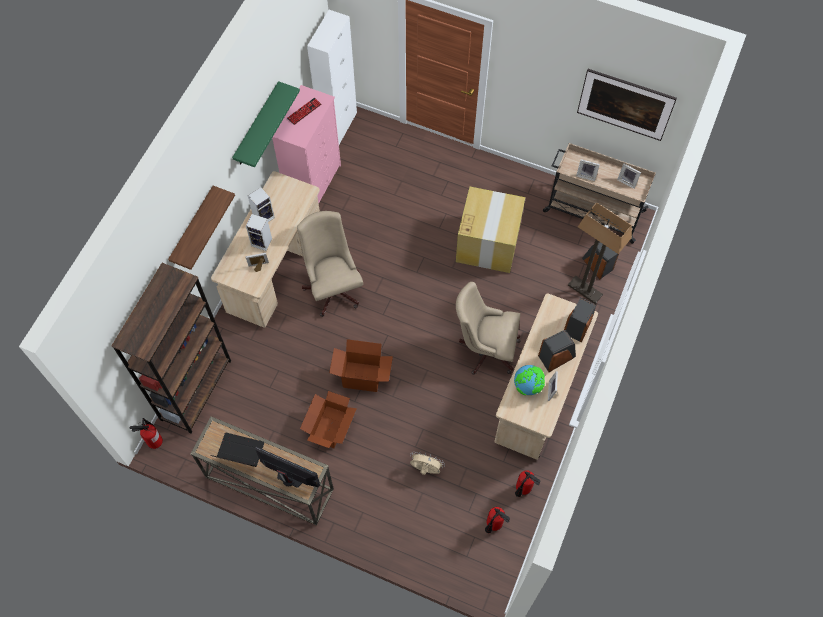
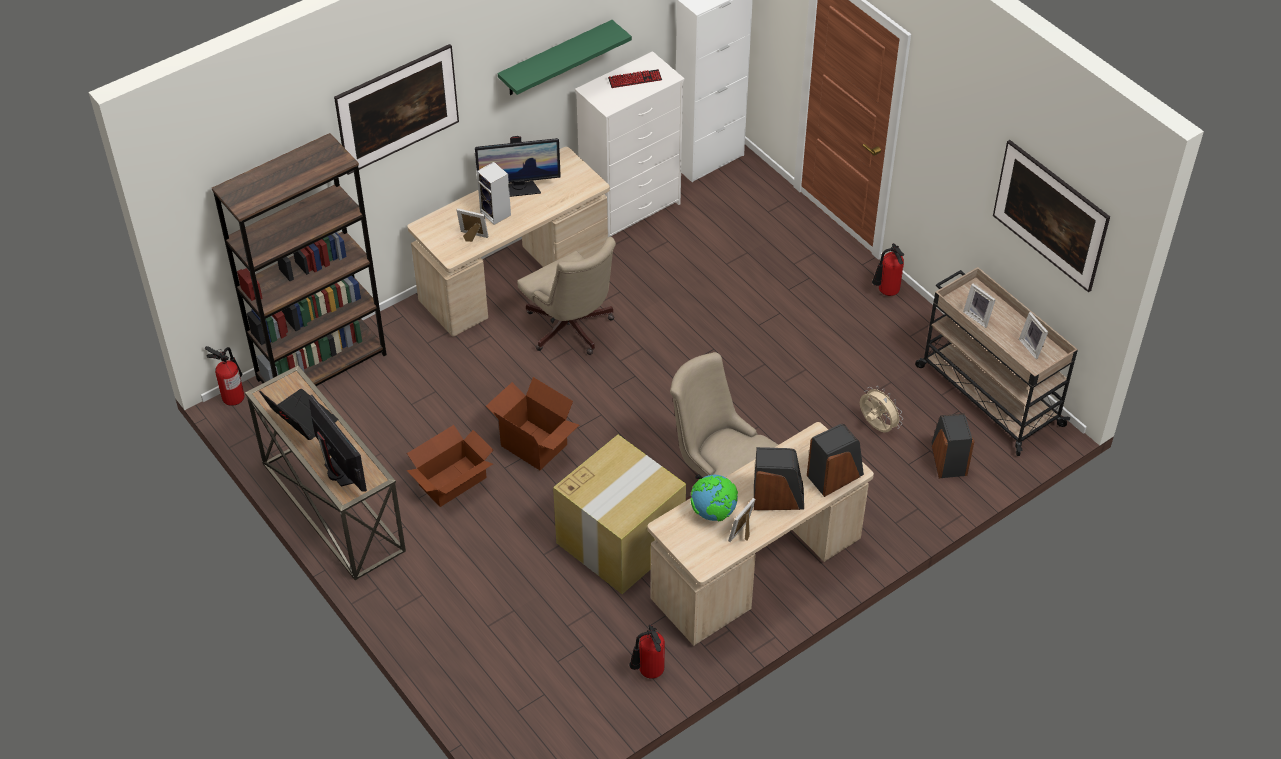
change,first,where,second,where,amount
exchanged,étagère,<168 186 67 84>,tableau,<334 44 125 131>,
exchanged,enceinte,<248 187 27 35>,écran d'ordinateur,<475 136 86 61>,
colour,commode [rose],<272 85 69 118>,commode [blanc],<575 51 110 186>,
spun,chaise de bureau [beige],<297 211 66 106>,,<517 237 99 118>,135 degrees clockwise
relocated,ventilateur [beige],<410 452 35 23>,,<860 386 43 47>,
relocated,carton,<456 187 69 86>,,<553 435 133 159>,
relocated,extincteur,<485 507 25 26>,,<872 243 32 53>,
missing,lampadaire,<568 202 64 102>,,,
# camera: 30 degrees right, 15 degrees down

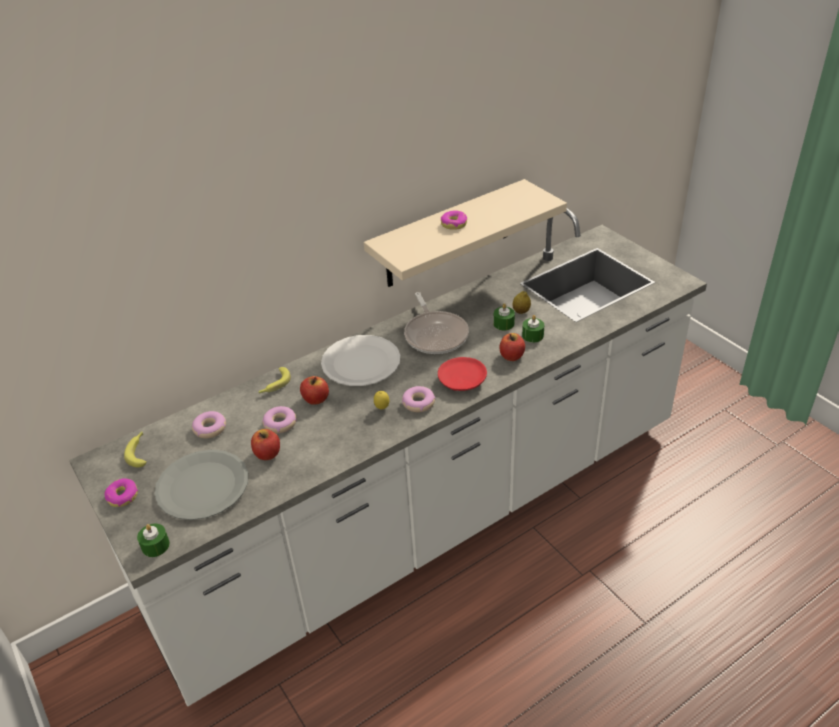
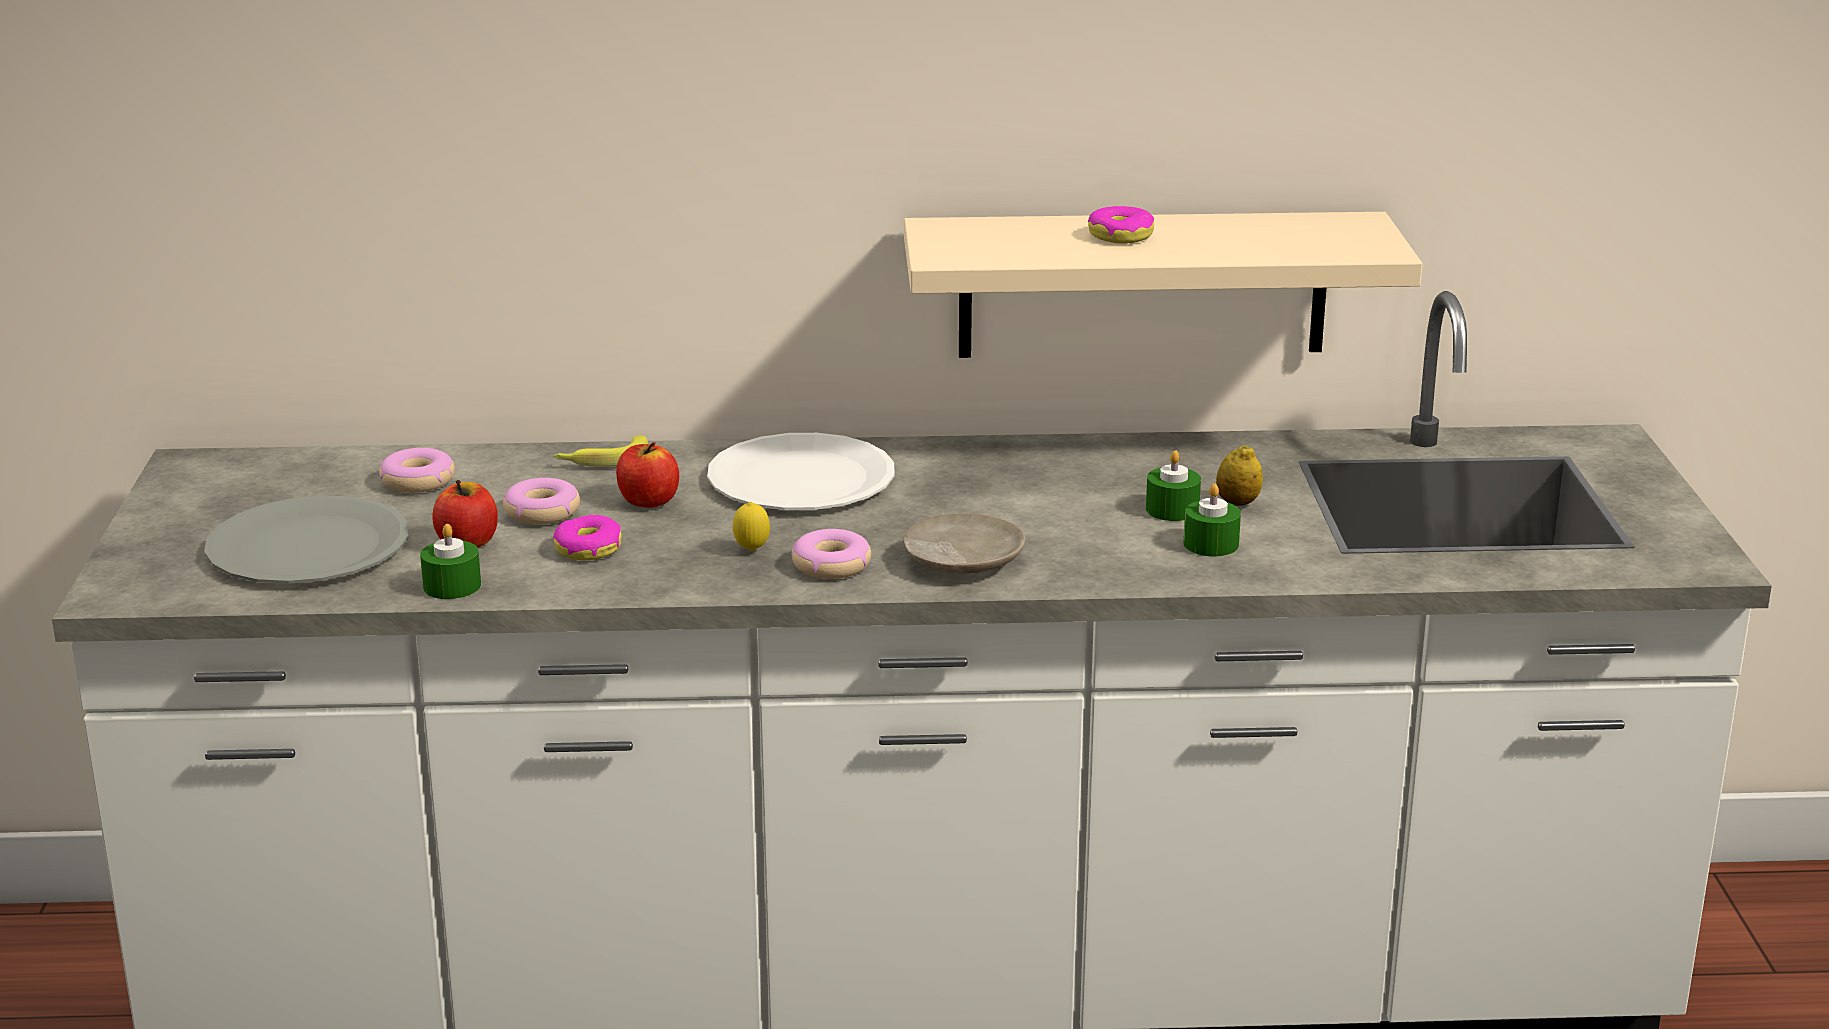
change,first,where,second,where,amount
relocated,beignet,<104 478 34 29>,,<553 515 69 45>,
missing,banane,<124 431 23 36>,,,
relocated,bougie [vert],<137 524 33 33>,,<420 524 61 75>,
missing,poêle,<404 292 65 62>,,,
colour,assiette [rouge],<438 357 49 34>,assiette [beige],<904 513 121 60>,
missing,pomme,<499 333 26 28>,,,
# camera: 30 degrees right, 15 degrees down

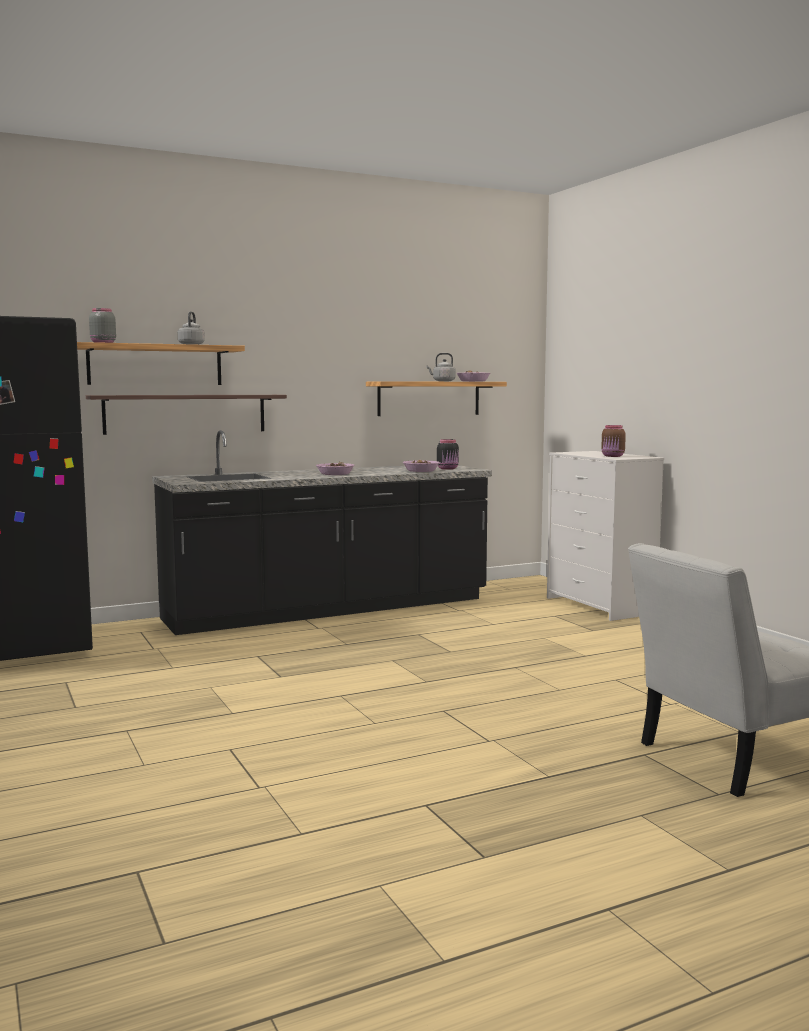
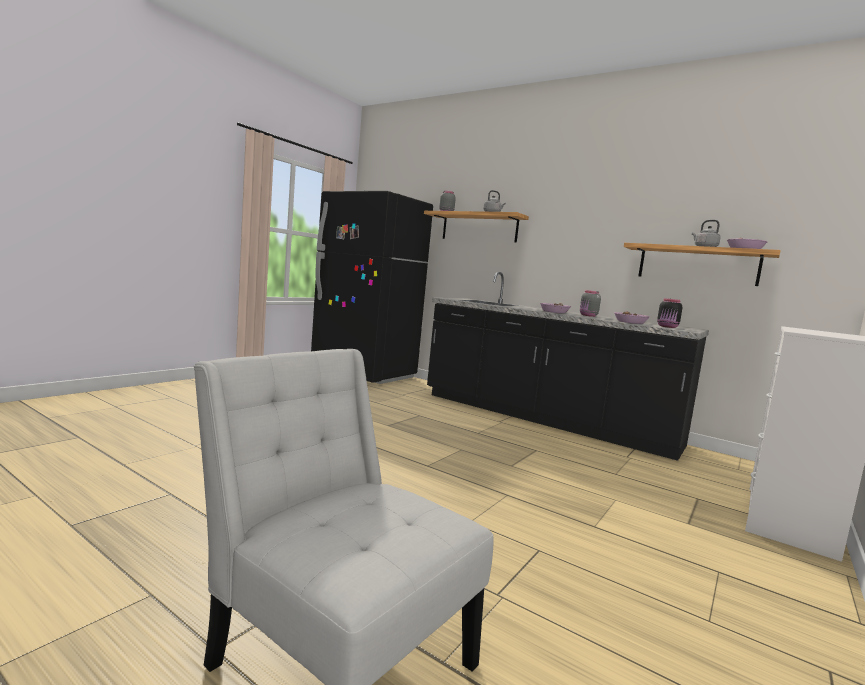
change,first,where,second,where,amount
missing,étagère,<86 395 201 40>,,,
missing,bocal [marron],<601 425 25 32>,,,
appeared,,,bocal [gris],<580 290 21 27>,
# camera: 60 degrees right, 0 degrees up

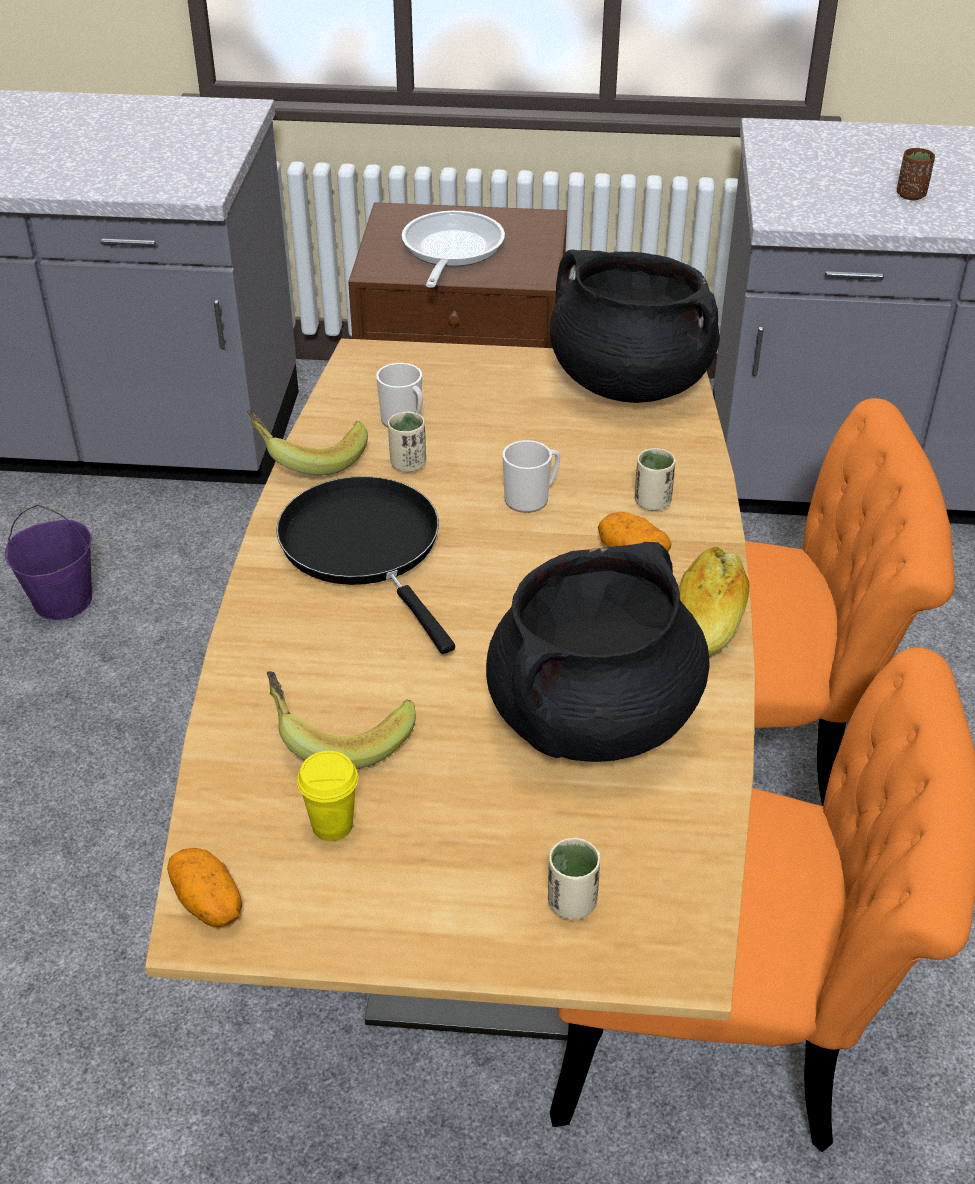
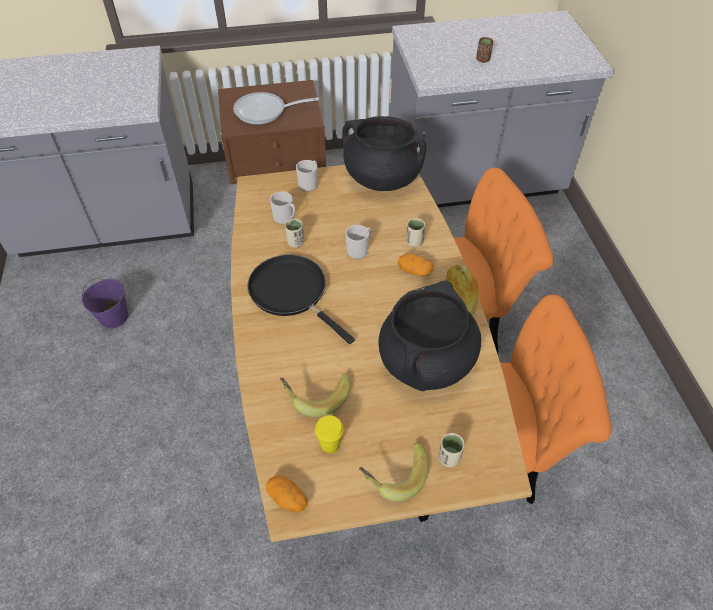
change,first,where,second,where,amount
relocated,banane,<247 410 121 65>,,<359 443 70 59>,
spun,poêle,<402 211 103 77>,,<233 92 86 33>,90 degrees counterclockwise
appeared,,,mug,<296 160 21 32>,
# camera: 15 degrees left, 10 degrees up

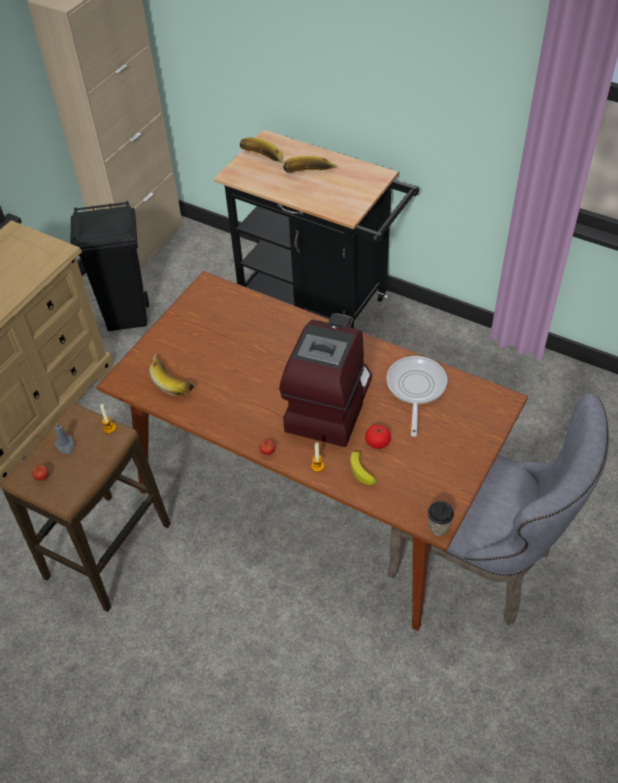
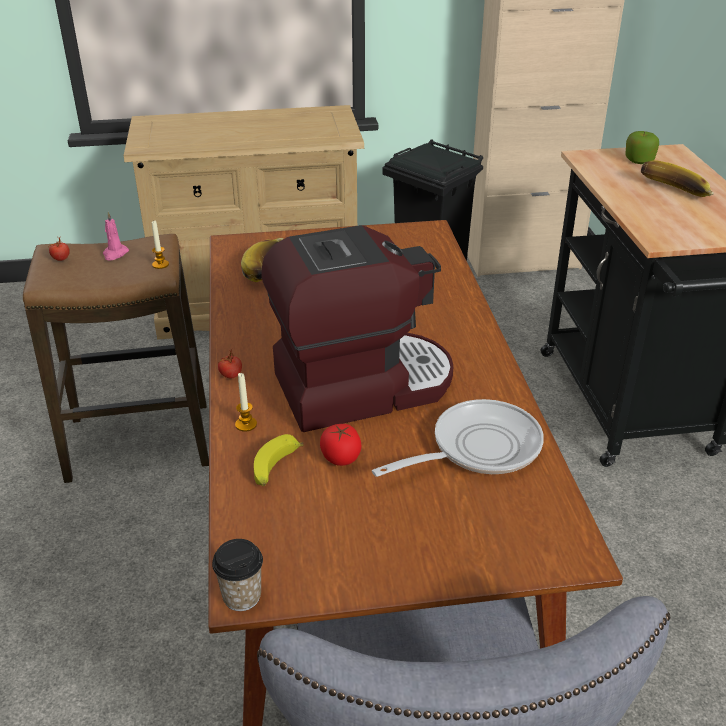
change,first,where,second,where,amount
colour,bougie [gris],<54 423 21 31>,bougie [rose],<103 212 26 48>,
exchanged,banane,<240 137 43 26>,pomme,<625 131 34 33>,
# camera: 50 degrees right, 15 degrees down

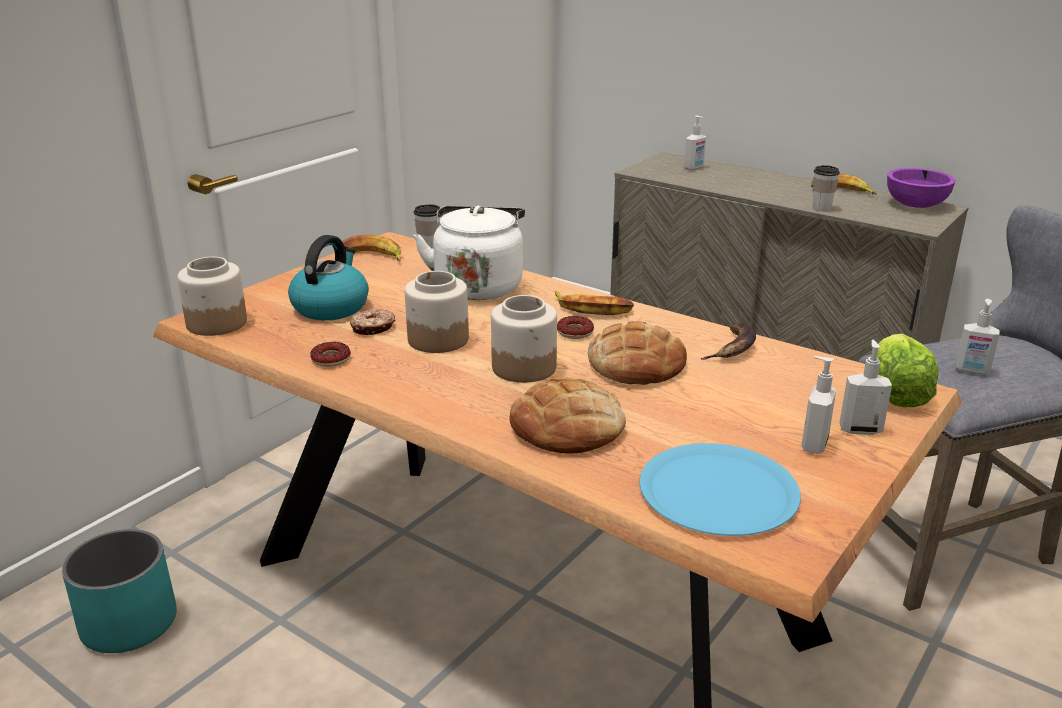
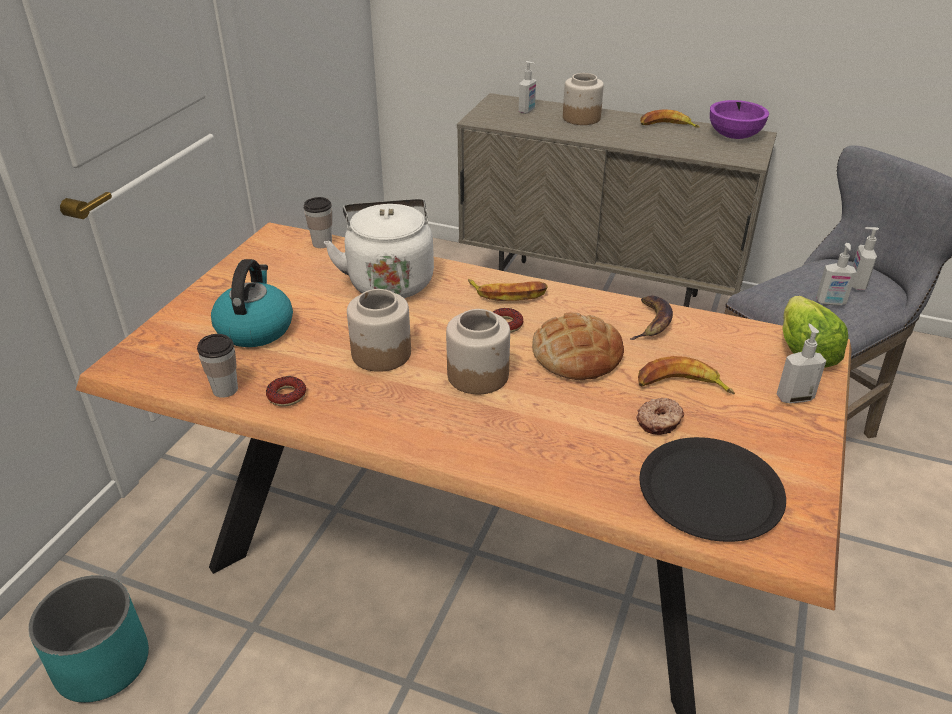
change,first,where,second,where,amount
relocated,bocal,<177 257 70 79>,,<563 73 41 52>,
relocated,banane,<342 235 59 26>,,<638 356 97 39>,
relocated,beignet,<350 309 46 26>,,<636 398 48 37>,
missing,pain,<510 377 116 76>,,,
colour,assiette [bleu],<639 443 162 93>,assiette [noir],<640 437 146 105>,
relocated,distributeur de savon,<802 356 34 98>,,<852 227 27 63>,
relocated,tasse,<813 165 27 47>,,<197 334 41 64>,
# camera: 15 degrees left, 10 degrees up

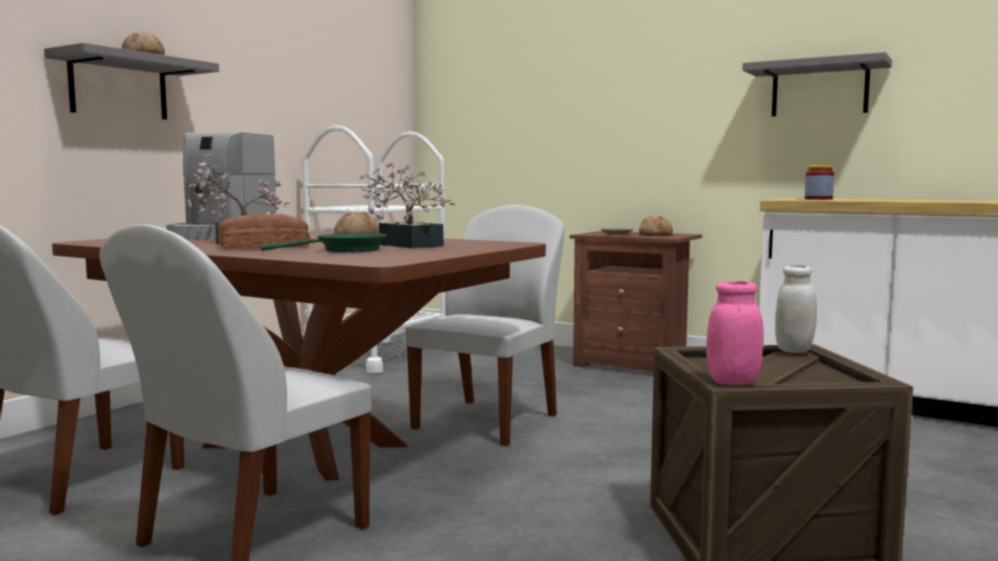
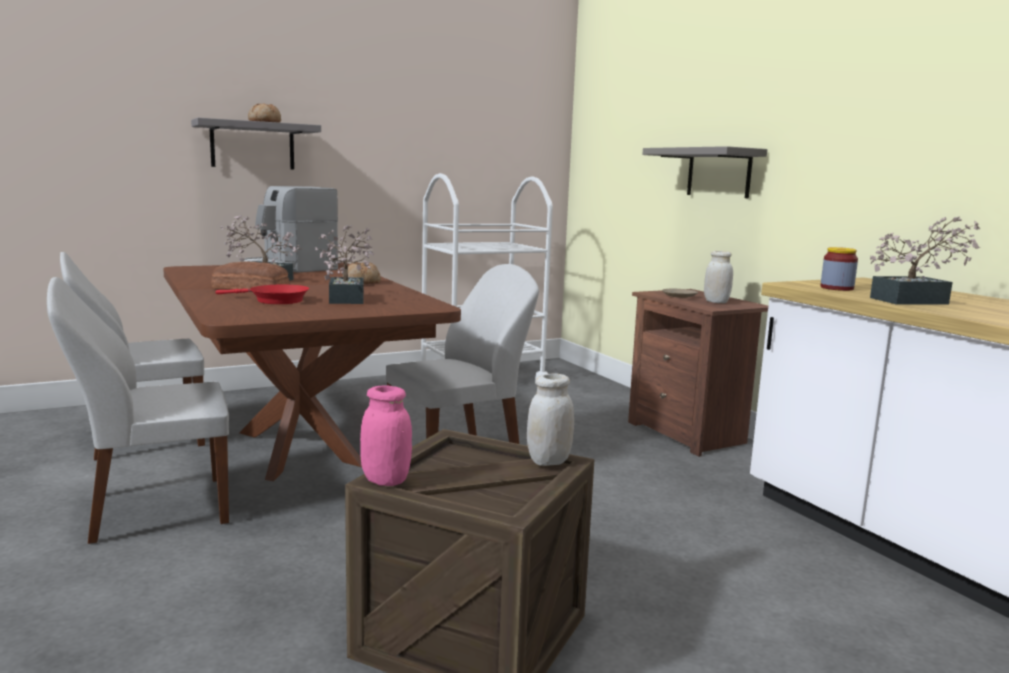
change,first,where,second,where,amount
colour,poêle [vert],<261 233 126 19>,poêle [rouge],<215 285 94 19>,
exchanged,pain,<639 216 34 20>,bocal [blanc],<704 251 29 52>,
relocated,étagère [gris],<742 52 150 64>,,<642 146 125 52>,
appeared,,,plante en pot,<870 216 111 89>,
# camera: 30 degrees right, 5 degrees up

